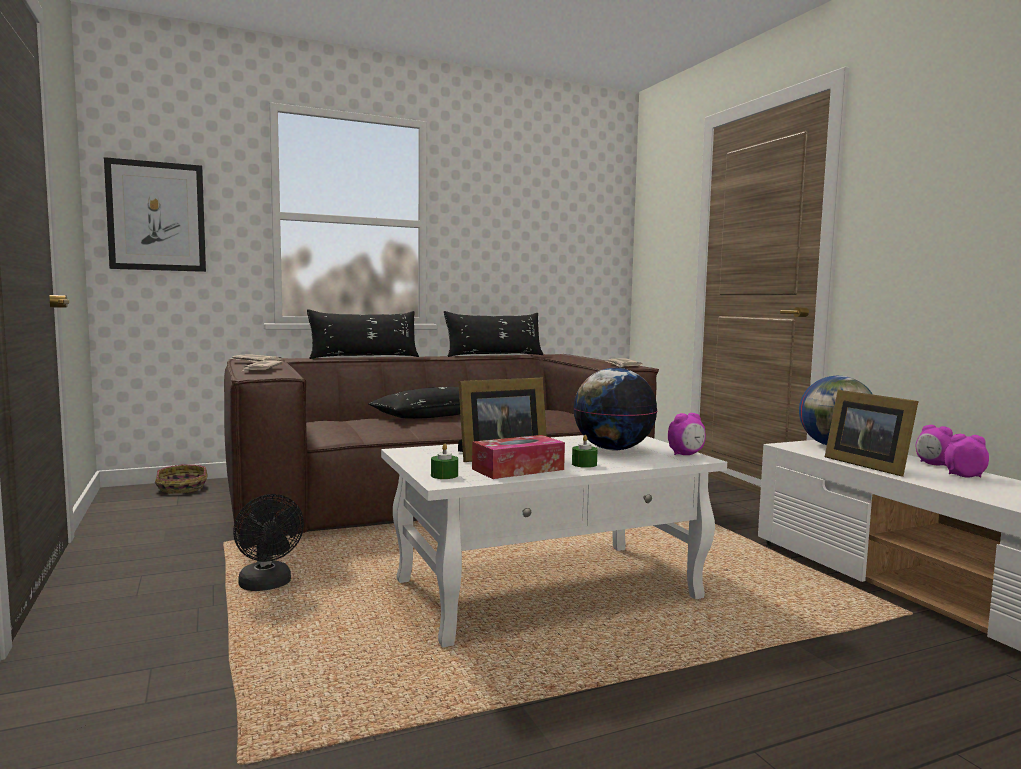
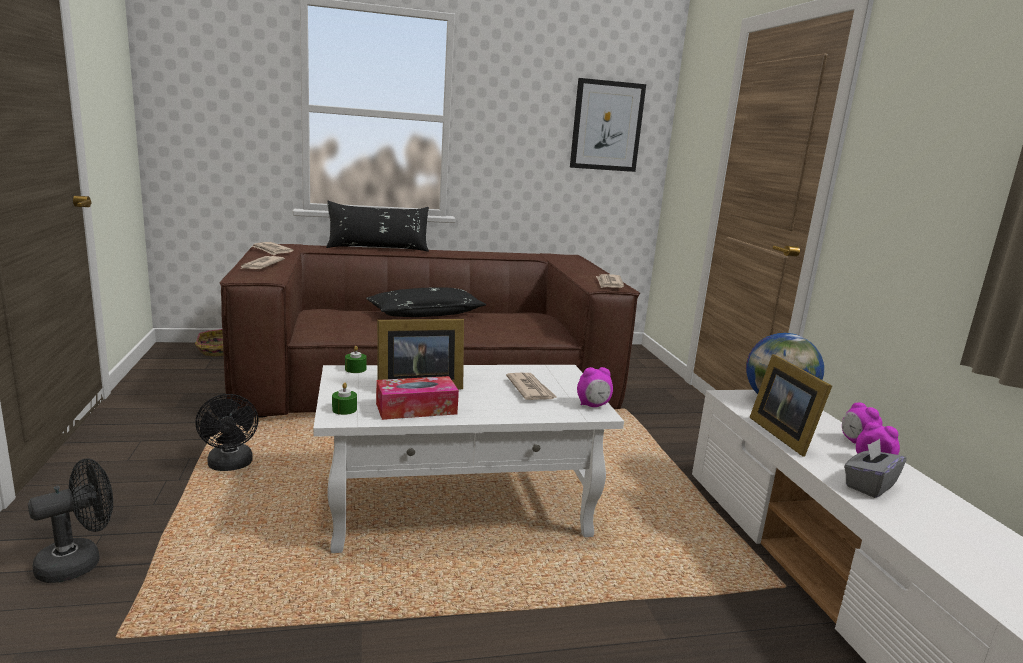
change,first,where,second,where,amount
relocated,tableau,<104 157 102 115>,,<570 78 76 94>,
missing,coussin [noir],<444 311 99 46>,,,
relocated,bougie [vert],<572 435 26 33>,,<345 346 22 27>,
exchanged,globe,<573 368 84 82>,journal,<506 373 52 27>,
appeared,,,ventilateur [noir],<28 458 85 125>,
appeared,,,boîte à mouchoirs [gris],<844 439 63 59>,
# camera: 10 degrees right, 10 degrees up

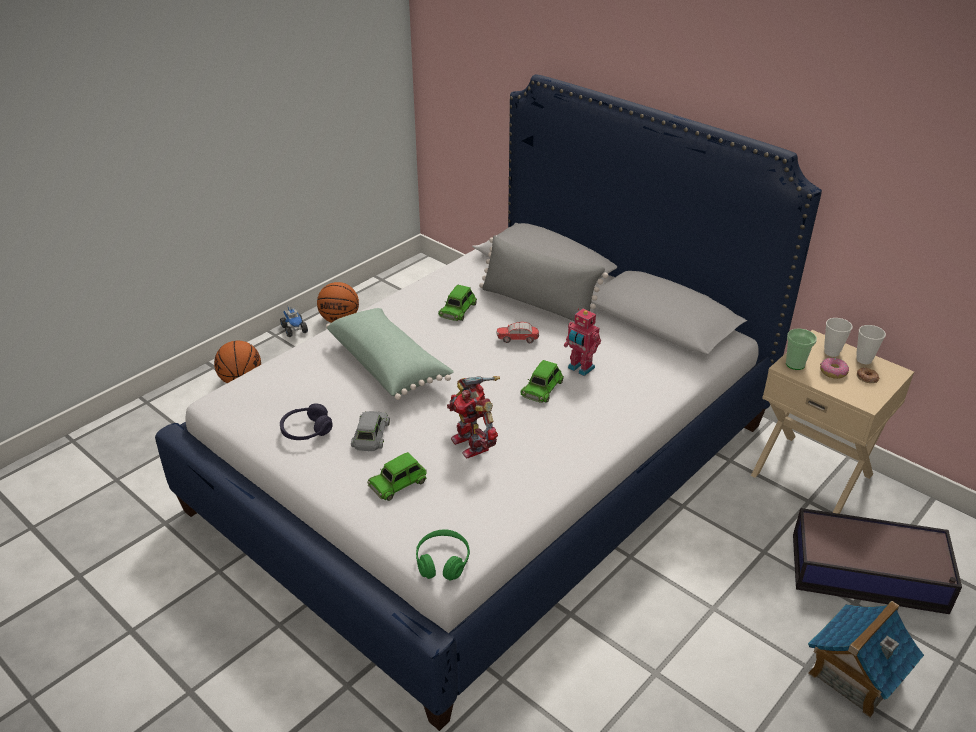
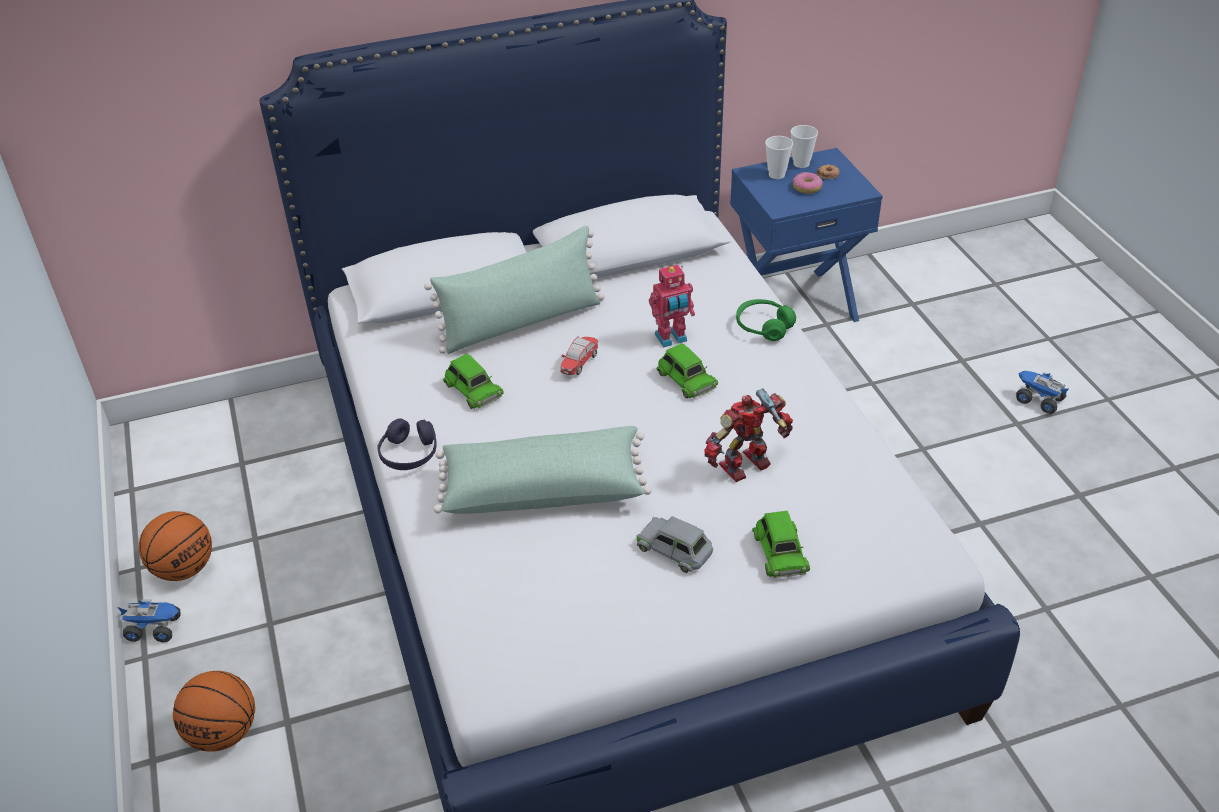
change,first,where,second,where,amount
relocated,casque audio [violet],<280 403 53 37>,,<378 418 59 52>,
relocated,casque audio [vert],<416 529 54 52>,,<736 299 60 42>,
spun,robot jouet,<447 376 53 82>,,<704 388 89 94>,150 degrees clockwise
colour,coussin [gris],<479 235 129 90>,coussin [vert],<424 226 180 128>,
colour,table de chevet [beige],<751 330 163 184>,table de chevet [bleu],<730 148 152 174>,
missing,tasse,<786 328 31 42>,,,
missing,boîte de rangement,<793 508 169 106>,,,
exchanged,maison miniature,<808 600 116 117>,camion jouet,<1016 371 53 43>,
# camera: 60 degrees left, 5 degrees up

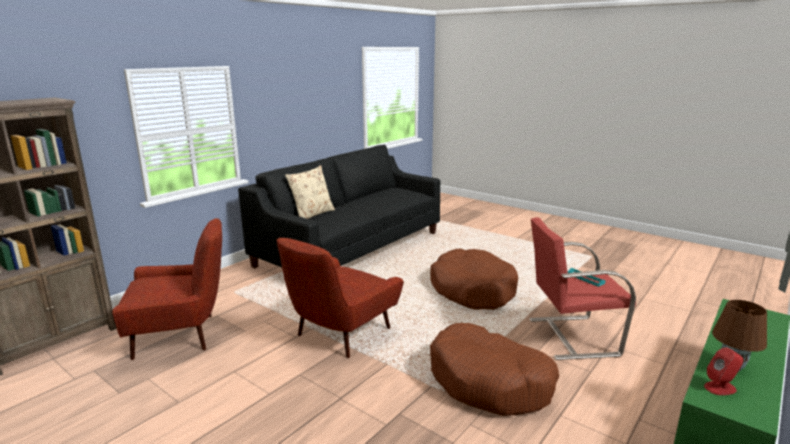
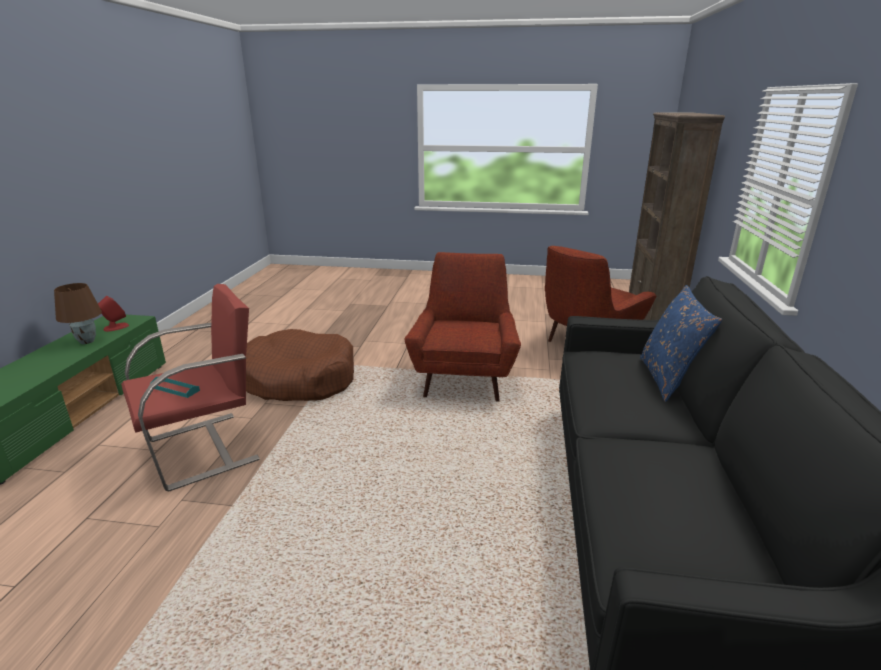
change,first,where,second,where,amount
colour,coussin [beige],<285 165 50 54>,coussin [bleu],<640 285 82 117>,
missing,panier pour chien [marron],<430 249 88 61>,,,
# camera: 150 degrees right, 5 degrees up

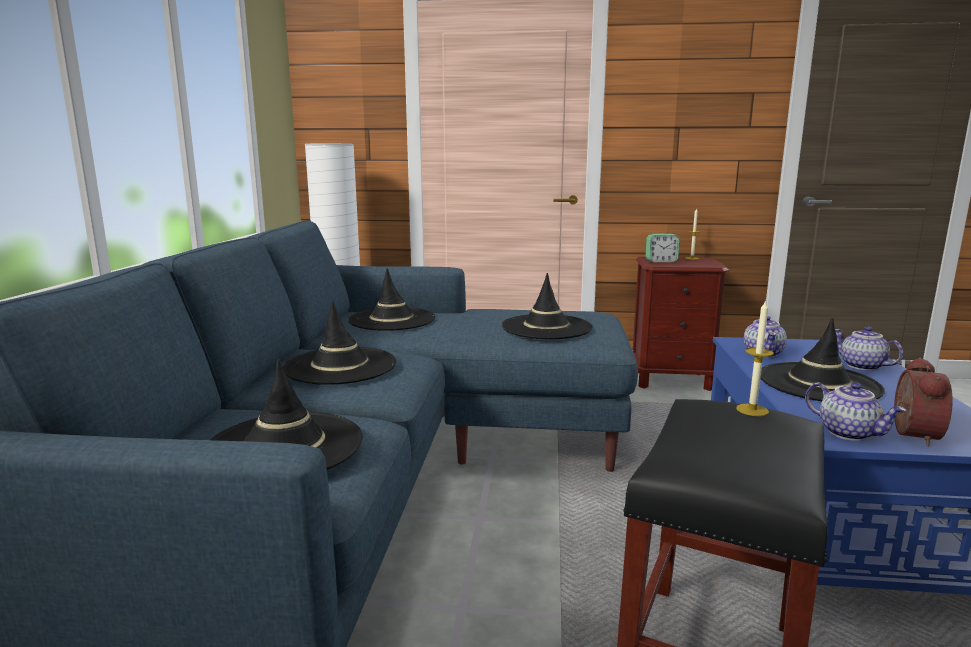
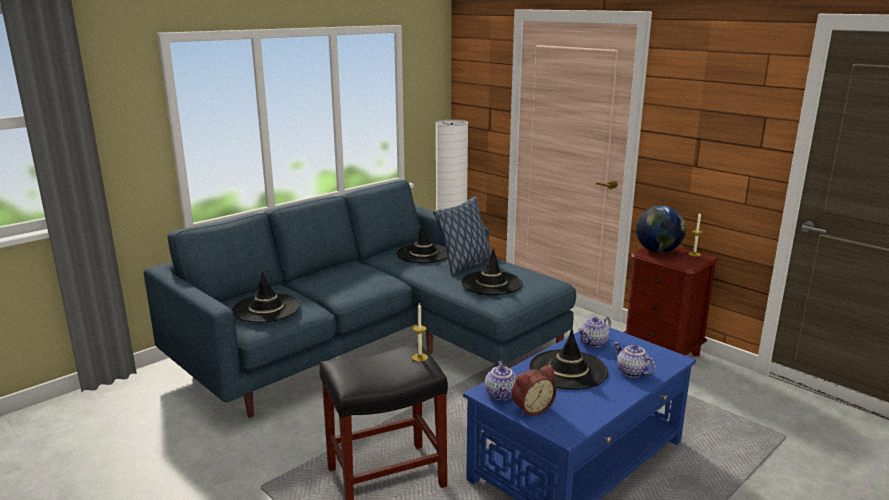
change,first,where,second,where,amount
missing,chapeau [noir],<283 301 113 84>,,,
exchanged,réveil,<646 233 34 29>,globe,<636 205 50 48>,
spun,théière,<835 327 68 44>,,<614 342 42 36>,45 degrees counterclockwise
appeared,,,coussin,<433 196 58 79>,
# camera: 40 degrees right, 5 degrees up

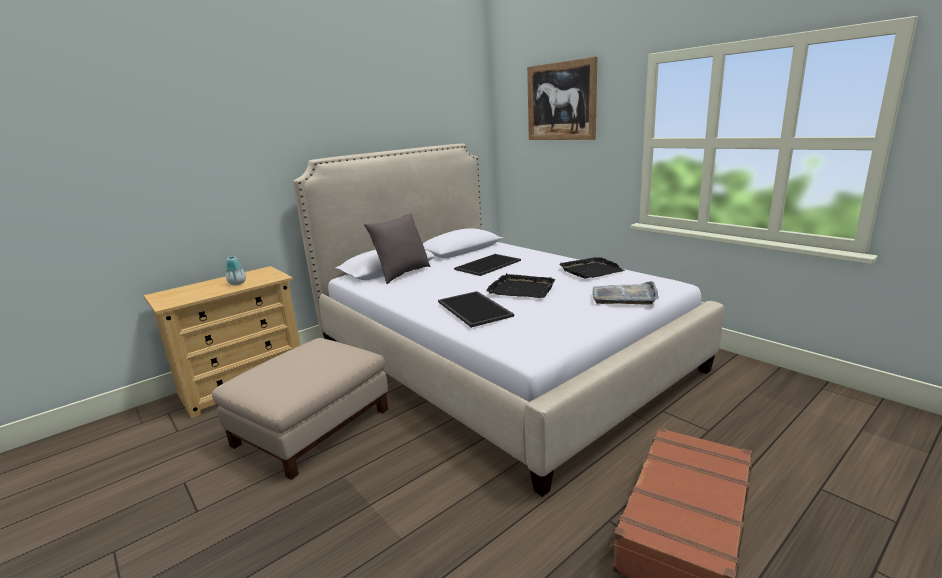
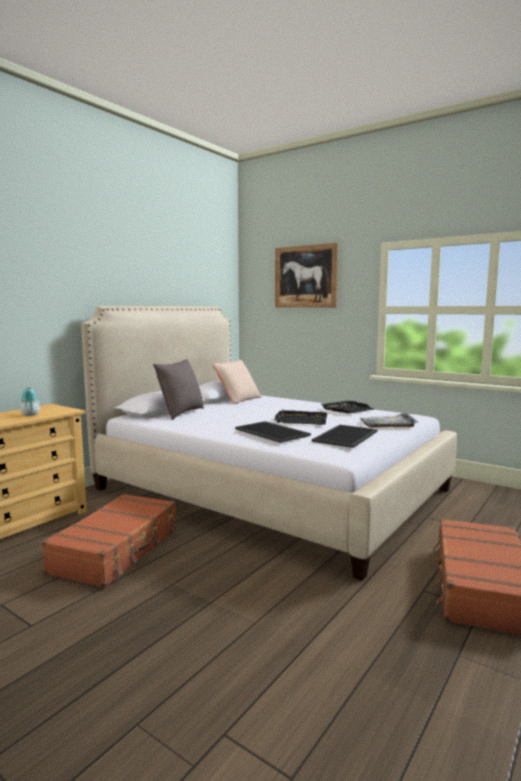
change,first,where,second,where,amount
exchanged,pouf [beige],<212 338 176 142>,valise [marron],<42 494 135 94>,
relocated,plateau,<454 254 67 22>,,<312 425 66 23>,
appeared,,,coussin [beige],<212 360 50 44>,
# camera: 15 degrees left, 10 degrees down

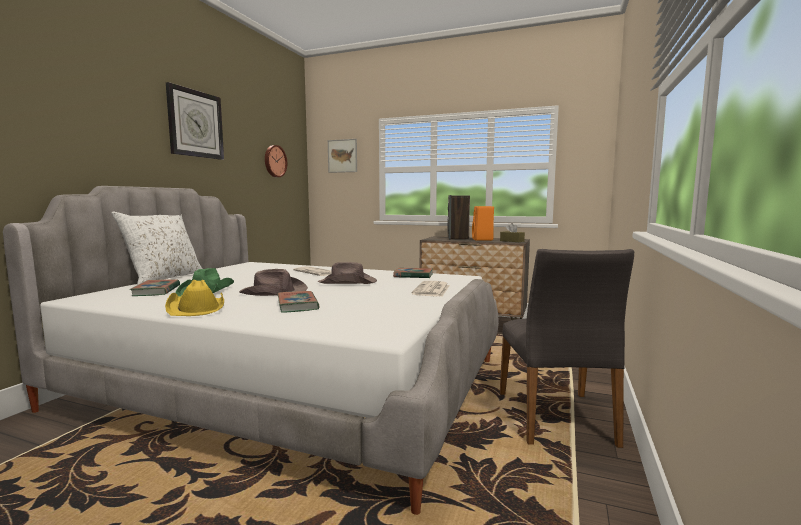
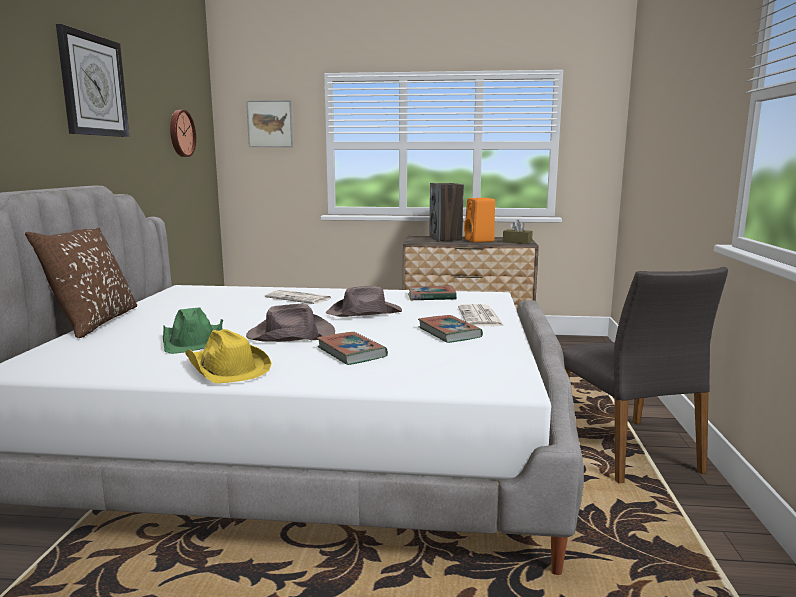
change,first,where,second,where,amount
colour,coussin [blanc],<111 212 91 73>,coussin [marron],<25 228 112 110>,
relocated,livre,<130 279 50 17>,,<418 315 65 28>,
# camera: 15 degrees left, 5 degrees up

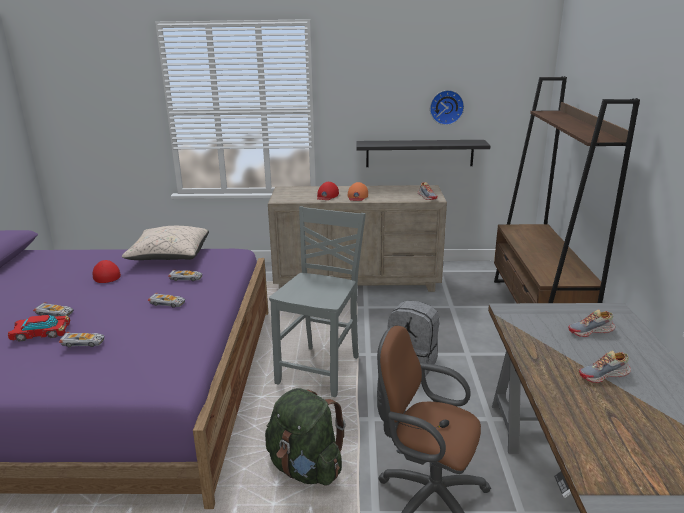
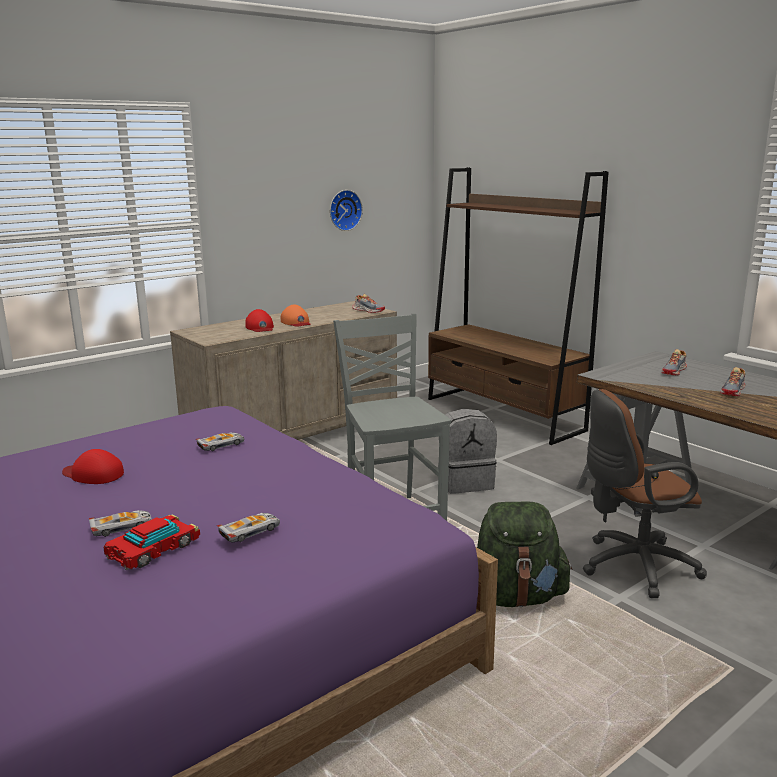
change,first,where,second,where,amount
missing,coussin [beige],<122 226 87 34>,,,
missing,petite voiture,<148 293 37 15>,,,
missing,étagère [noir],<356 140 134 27>,,,
# camera: 40 degrees left, 5 degrees down

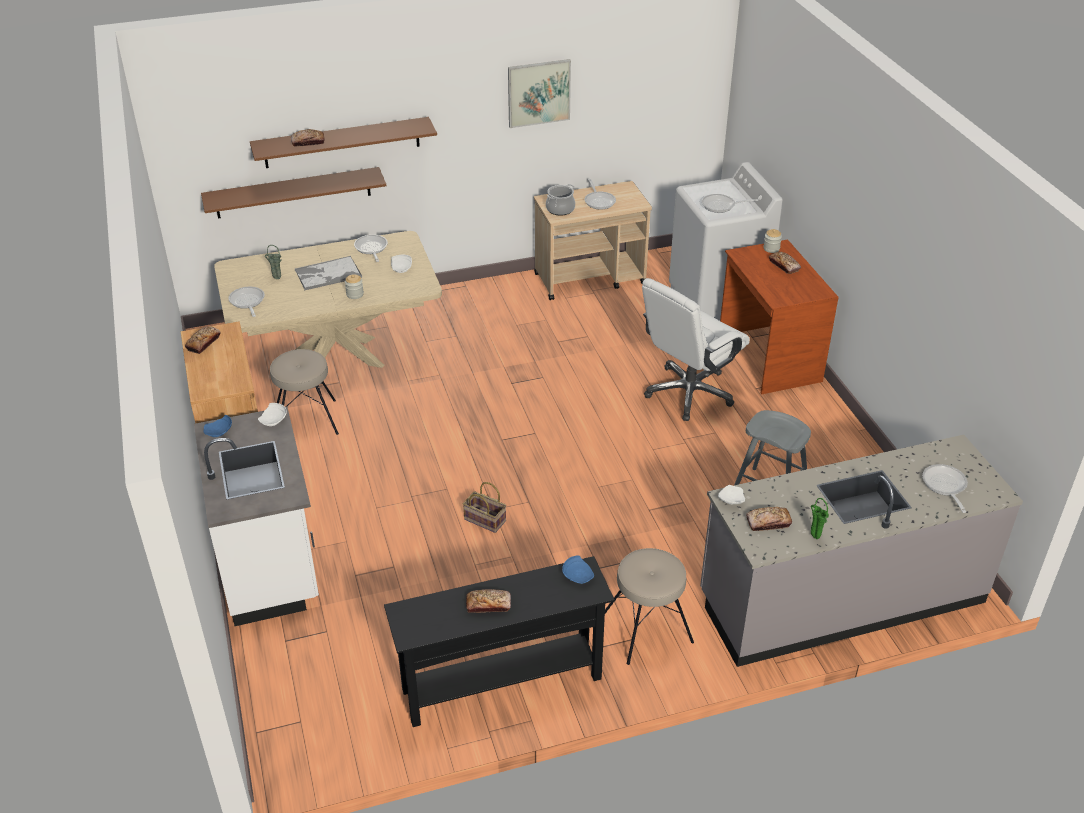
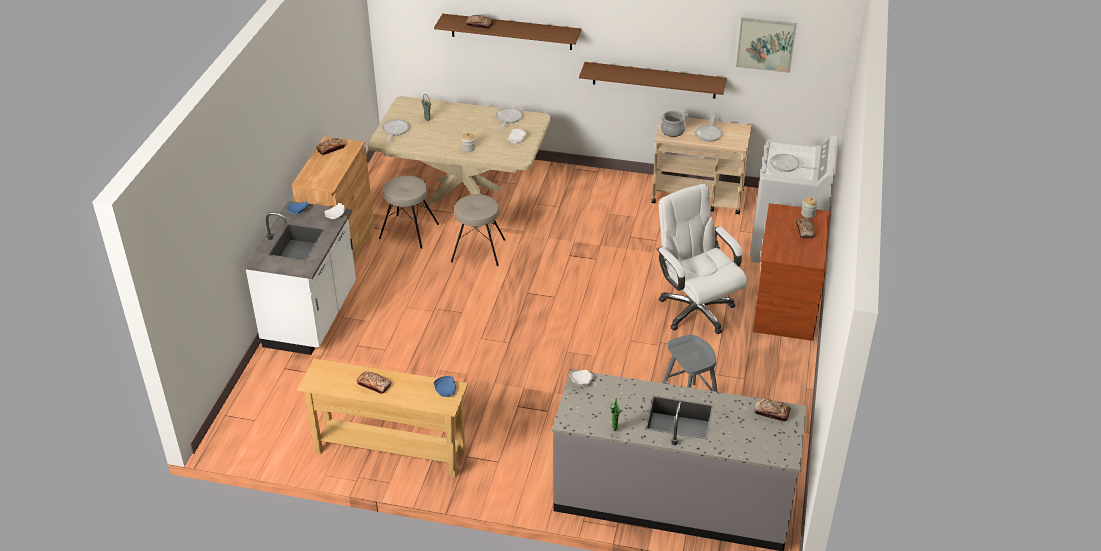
change,first,where,second,where,amount
relocated,étagère [marron],<201 167 185 52>,,<579 62 148 36>,
missing,plateau,<295 256 67 35>,,,
colour,table console [noir],<384 556 231 171>,table console [beige],<297 359 171 119>,
missing,panier,<463 482 43 51>,,,
relocated,tableau,<508 59 63 69>,,<736 17 61 56>,
relocated,tabouret [beige],<605 548 89 117>,,<451 194 54 72>,
spun,chaise de bureau [blanc],<642 278 108 143>,,<657 184 90 150>,75 degrees clockwise
relocated,pain,<746 507 46 24>,,<754 399 37 22>,
missing,poêle,<922 464 46 49>,,,
# camera: 30 degrees right, 0 degrees up

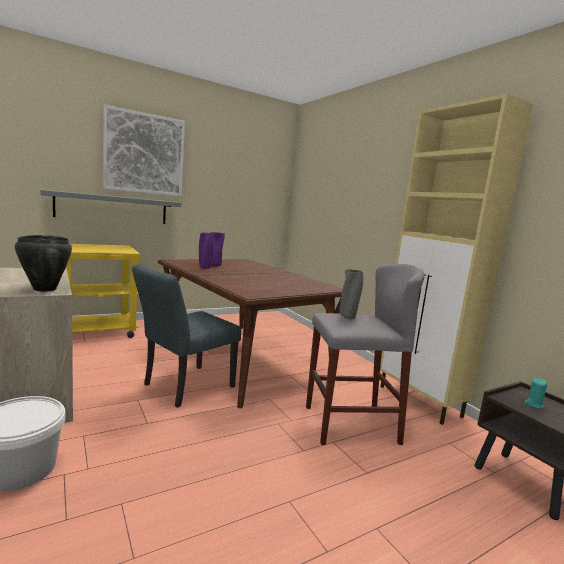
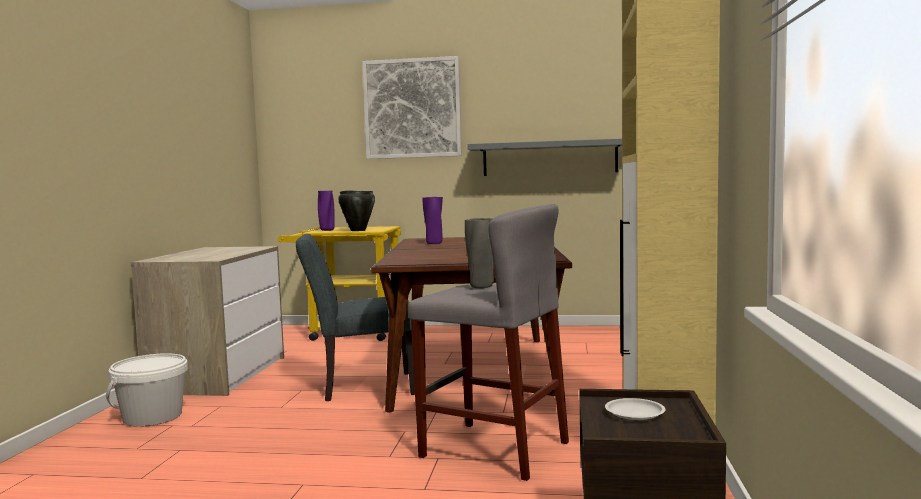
change,first,where,second,where,amount
relocated,marmite [noir],<15 235 57 57>,,<338 190 37 41>,
relocated,étagère [gris],<40 190 141 34>,,<467 138 155 38>,
relocated,vase [violet],<210 232 15 34>,,<318 191 16 40>,
exchanged,bougie [turquoise],<525 378 22 31>,assiette [blanc],<605 398 60 22>,
# camera: 40 degrees right, 5 degrees down

